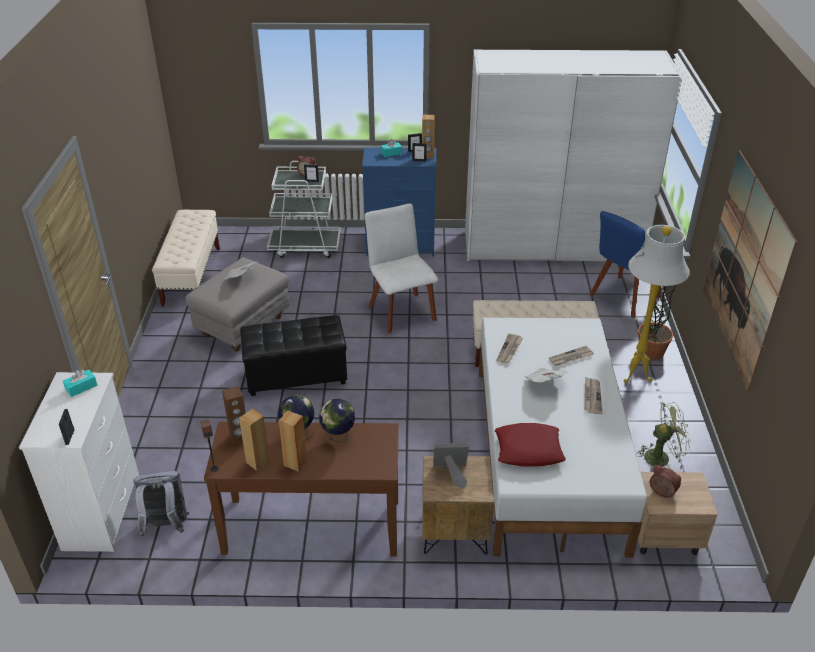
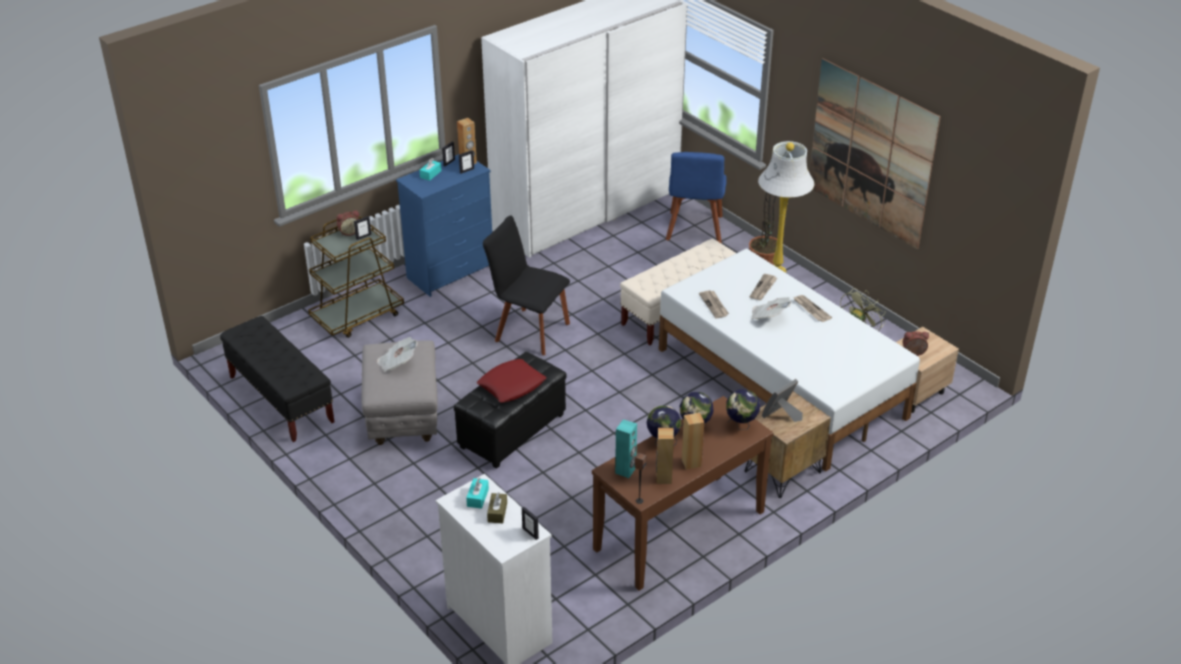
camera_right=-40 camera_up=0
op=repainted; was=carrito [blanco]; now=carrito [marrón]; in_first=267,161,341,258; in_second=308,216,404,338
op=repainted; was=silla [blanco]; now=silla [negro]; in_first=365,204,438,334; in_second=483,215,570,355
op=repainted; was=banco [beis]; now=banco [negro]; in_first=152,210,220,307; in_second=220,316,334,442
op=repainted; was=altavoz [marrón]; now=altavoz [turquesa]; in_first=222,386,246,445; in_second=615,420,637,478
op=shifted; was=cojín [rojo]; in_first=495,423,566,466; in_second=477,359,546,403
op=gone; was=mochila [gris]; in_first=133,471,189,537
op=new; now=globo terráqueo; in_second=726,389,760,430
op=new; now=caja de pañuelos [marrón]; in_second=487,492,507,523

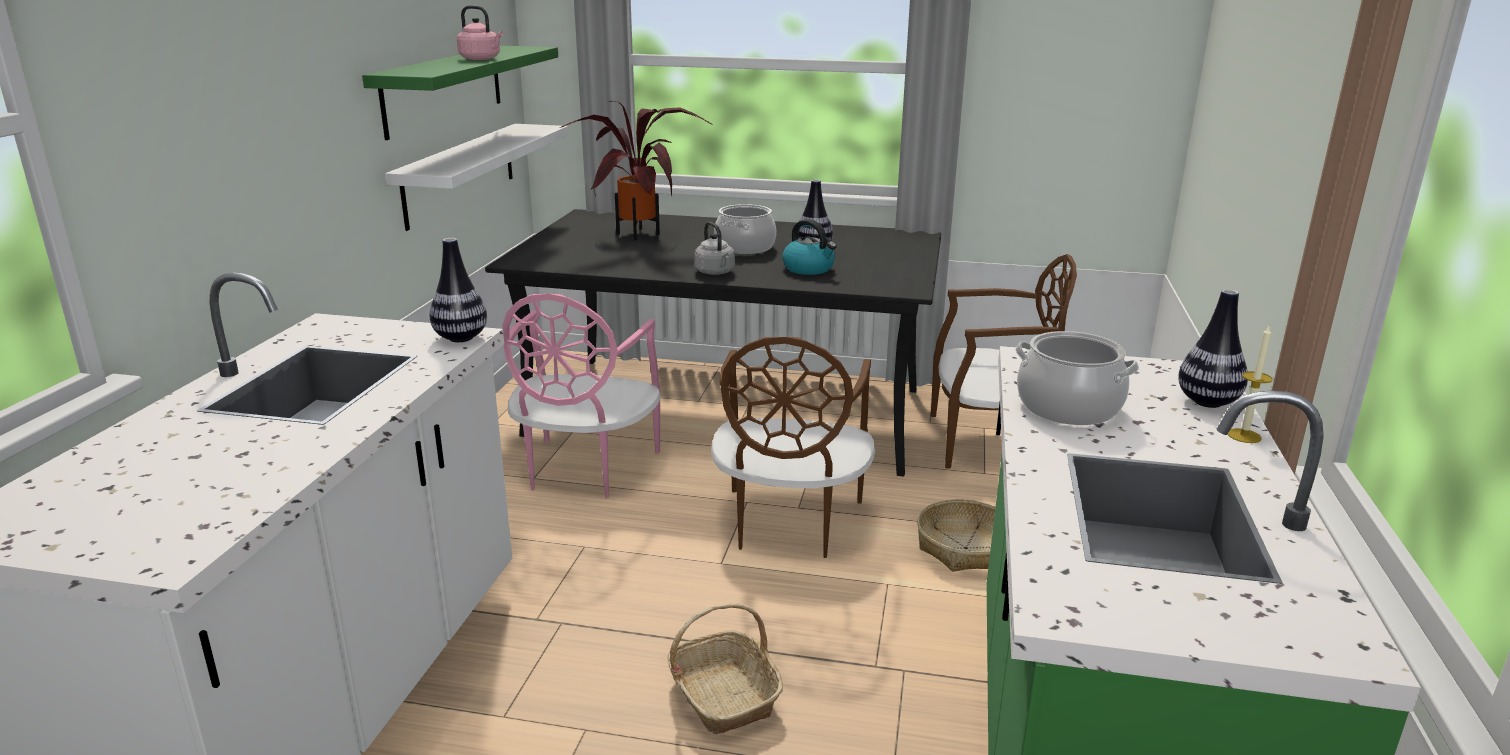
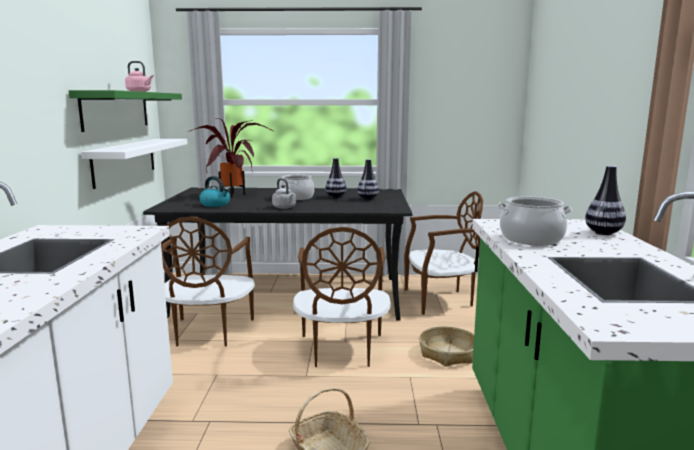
camera_right=-10 camera_up=-10
op=shifted; was=hervidor; in_first=782,219,837,275; in_second=199,176,230,207
op=shifted; was=florero; in_first=429,238,487,342; in_second=357,159,379,200
op=repainted; was=silla [rosa]; now=silla [marrón]; in_first=502,294,660,498; in_second=161,217,255,347
op=gone; was=vela; in_first=1228,326,1273,443

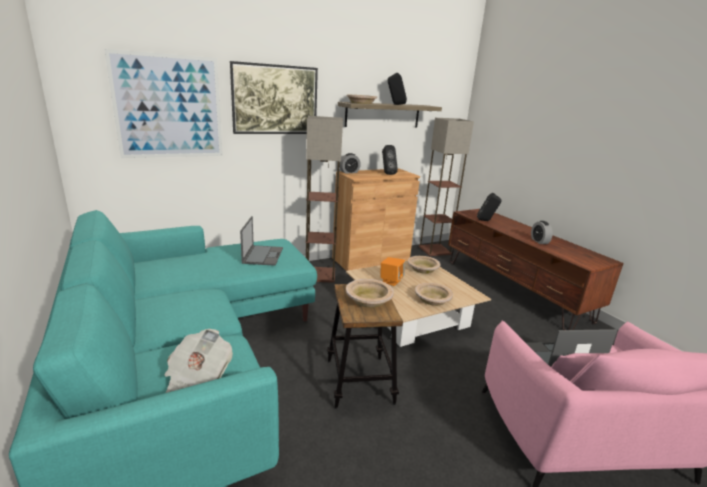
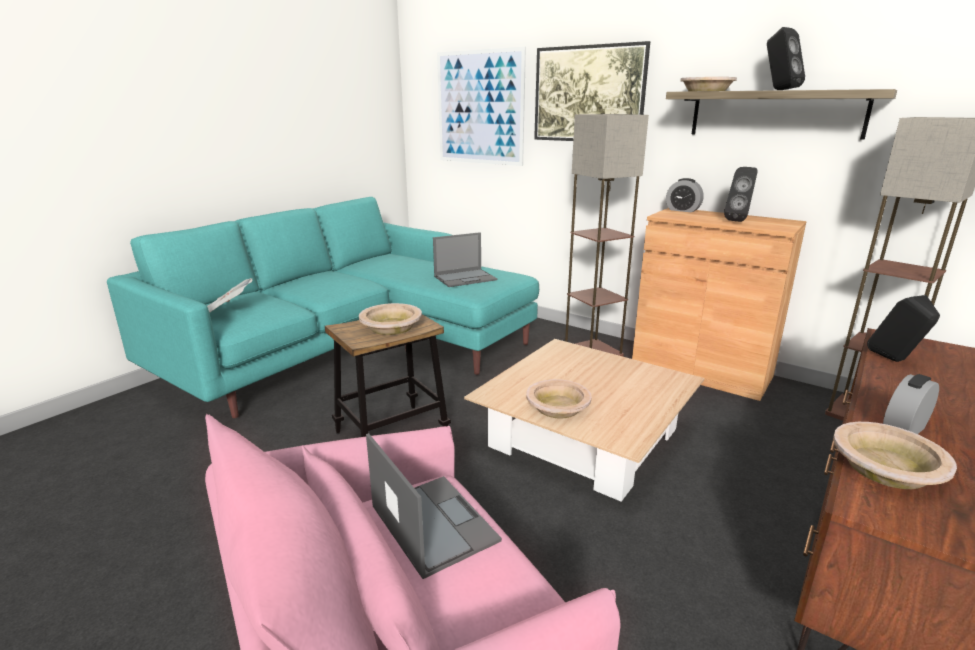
camera_right=65 camera_up=0
op=shifted; was=cuenco [beis]; in_first=408,256,441,274; in_second=833,422,957,489
op=gone; was=altavoz [naranja]; in_first=381,257,405,286

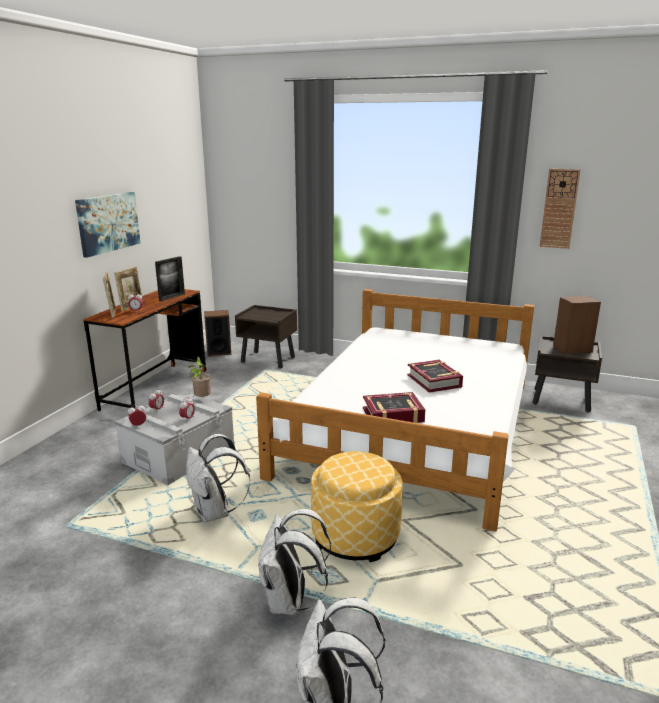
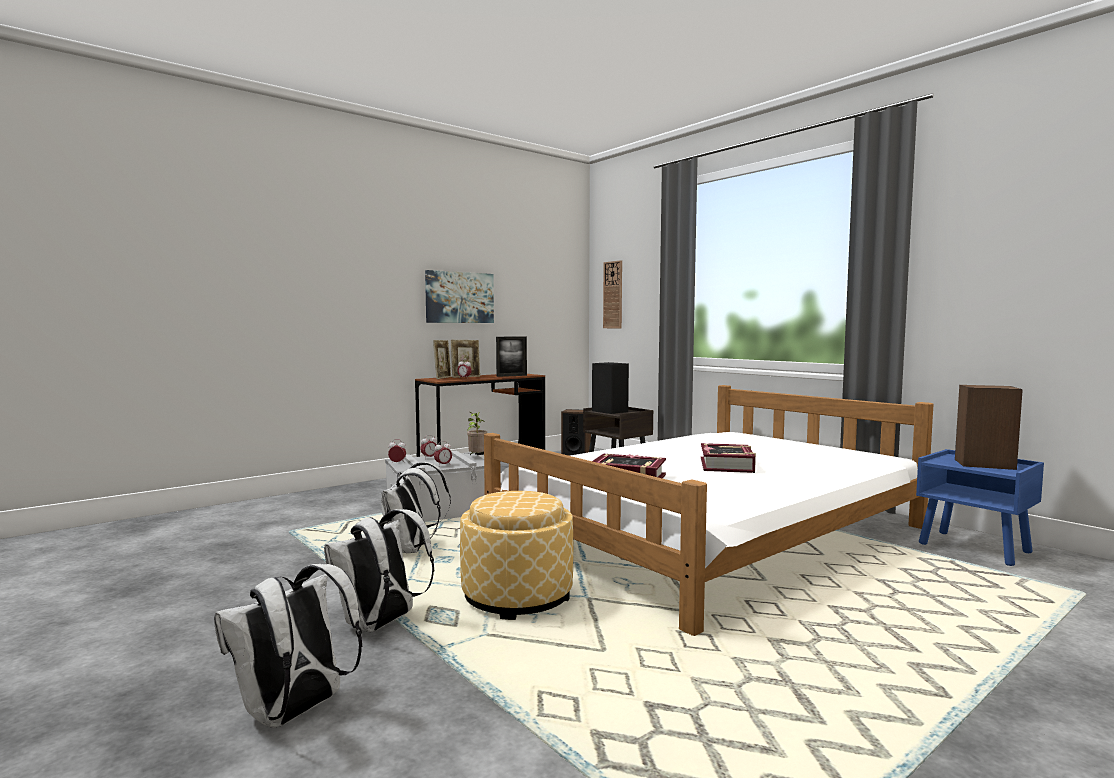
camera_right=30 camera_up=-15
op=shifted; was=reloj de pared; in_first=540,169,581,249; in_second=603,260,622,328
op=repainted; was=mesita de noche [marrón]; now=mesita de noche [azul]; in_first=532,336,602,412; in_second=916,449,1044,566
op=new; now=altavoz [negro]; in_second=592,362,629,414

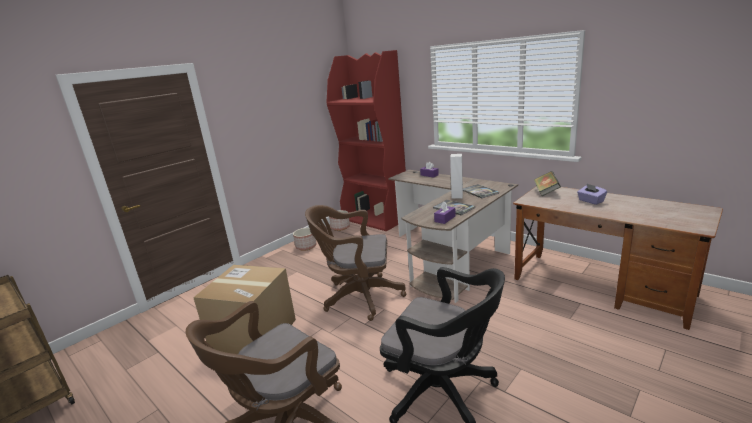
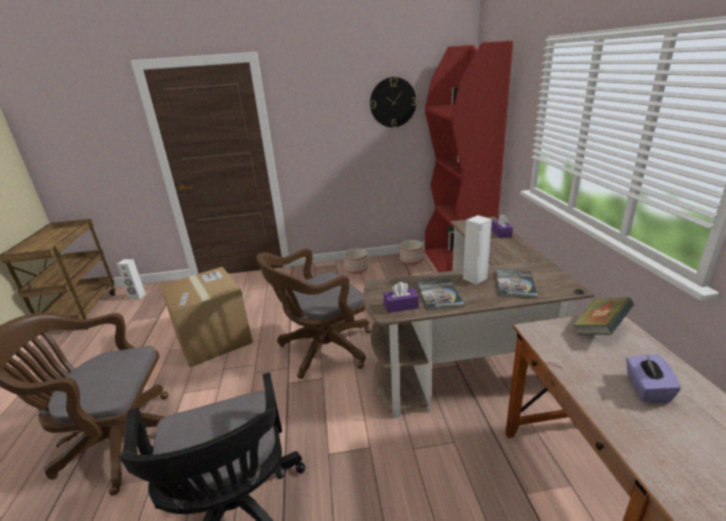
camera_right=40 camera_up=5
op=rotated; was=silla de oficina [marrón]; in_first=305,205,406,321; in_second=256,248,371,379; clockwise=-75
op=new; now=reloj de pared; in_second=370,77,417,127
op=new; now=altavoz [blanco]; in_second=117,259,146,300

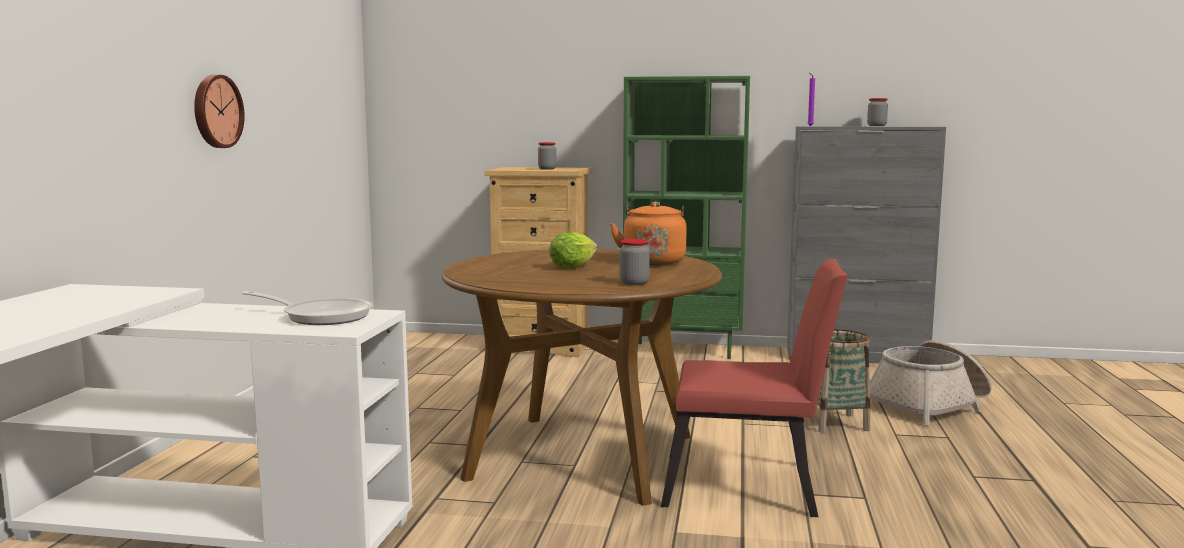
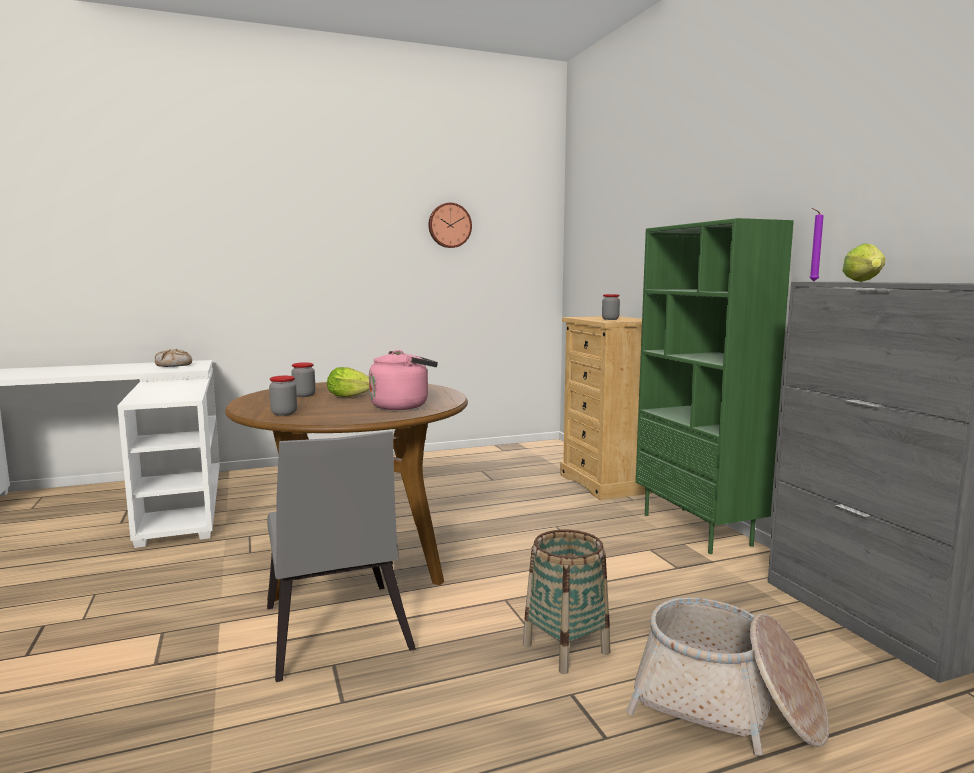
camera_right=60 camera_up=0
op=shifted; was=reloj de pared; in_first=194,75,245,148; in_second=428,203,472,248
op=shifted; was=tarro; in_first=867,98,888,126; in_second=291,362,316,397
op=repainted; was=hervidor [naranja]; now=hervidor [rosa]; in_first=610,201,687,265; in_second=369,350,438,410
op=repainted; was=silla [rojo]; now=silla [gris]; in_first=661,258,848,517; in_second=267,431,416,682
op=gone; was=sartén; in_first=243,291,373,325
op=new; now=lechuga; in_second=842,244,886,282
op=new; now=pan; in_second=155,349,192,367

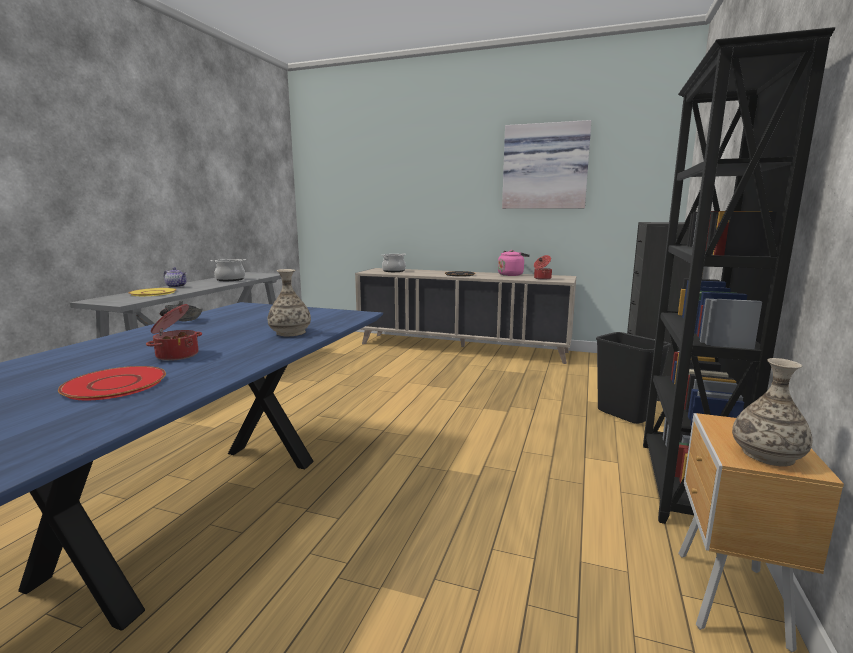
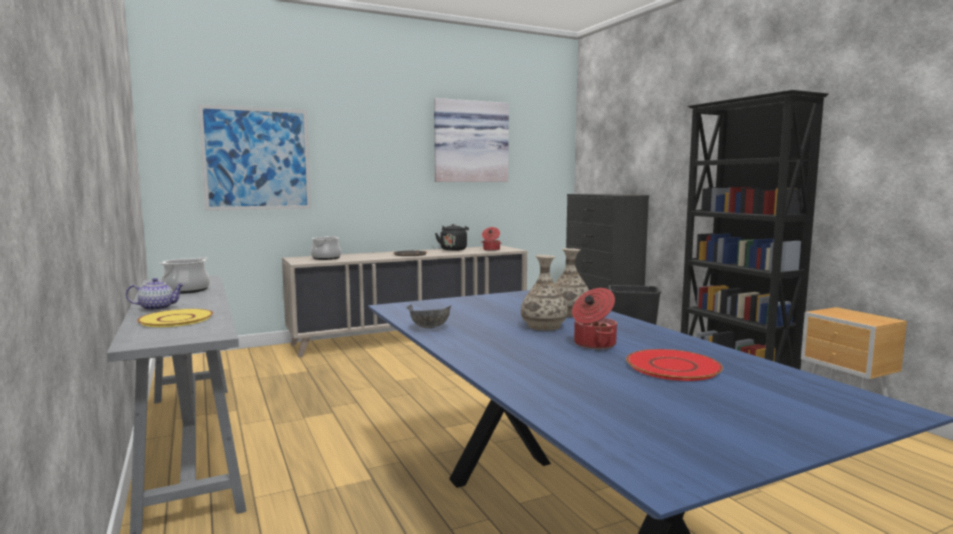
camera_right=-45 camera_up=-5
op=repainted; was=hervidor [rosa]; now=hervidor [negro]; in_first=498,250,530,276; in_second=435,224,469,251
op=shifted; was=florero; in_first=732,358,812,467; in_second=521,255,568,330
op=new; now=cuadro; in_second=198,104,311,211

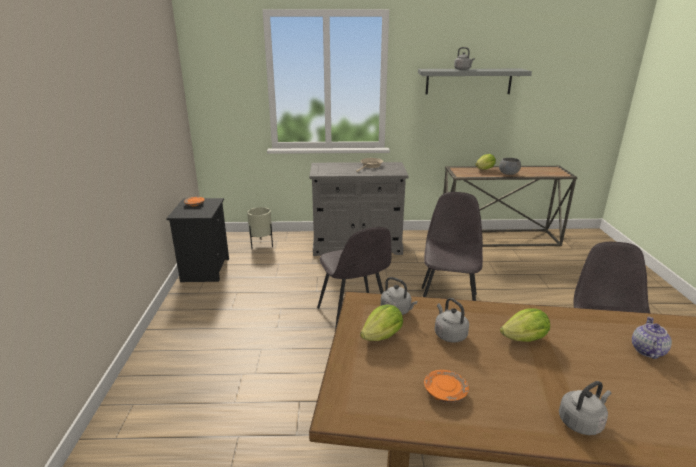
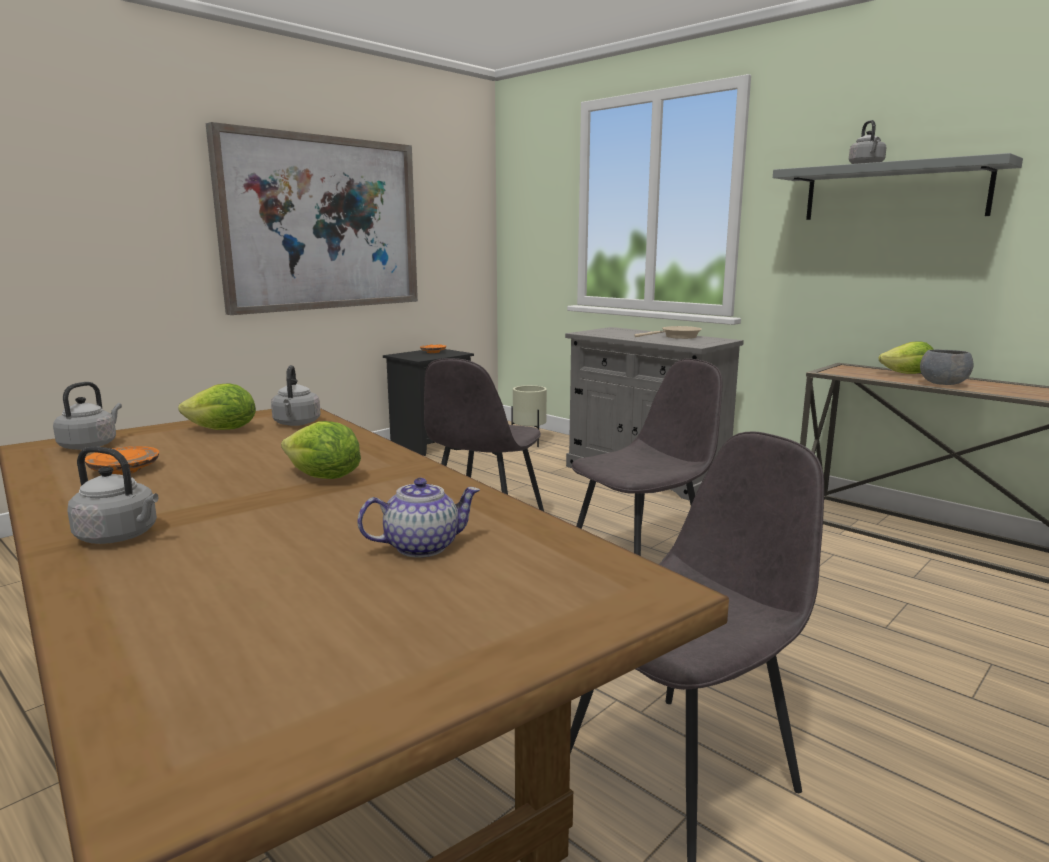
camera_right=45 camera_up=-10
op=shifted; was=hervidor [gris]; in_first=435,298,469,342; in_second=53,382,122,450
op=new; now=cuadro; in_second=206,122,418,315

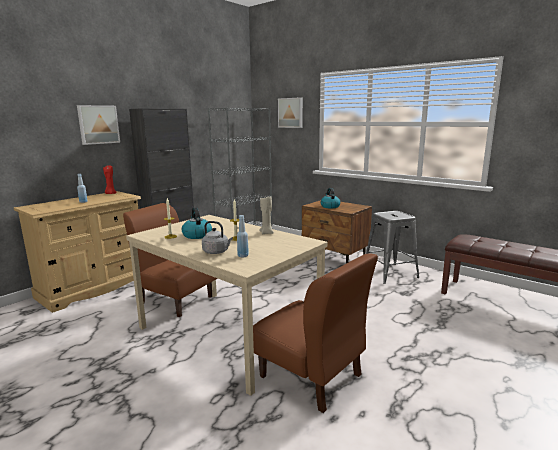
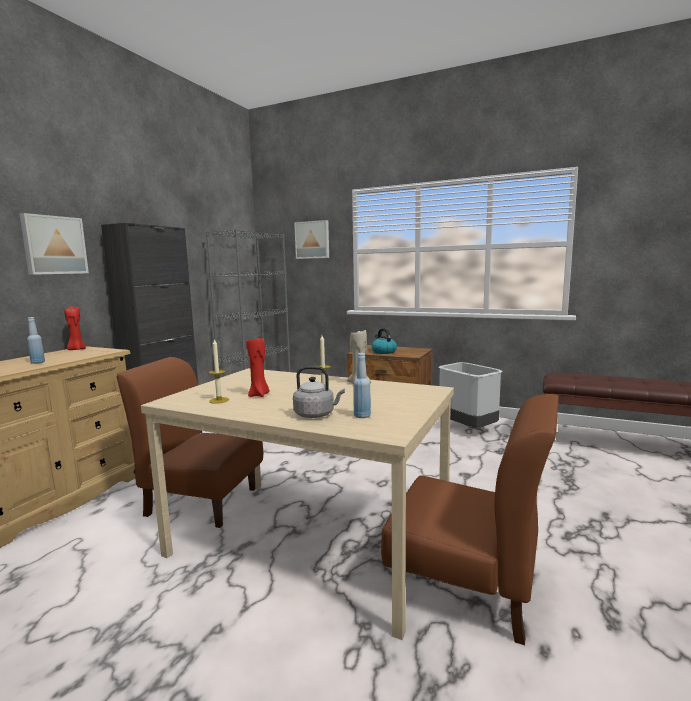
camera_right=-15 camera_up=-5
op=swapped; was=hervidor; now=vela [rojo]; in_first=182,208,212,239; in_second=246,338,270,397
op=swapped; was=taburete [gris]; now=papelera [gris]; in_first=366,211,419,284; in_second=439,362,502,428

